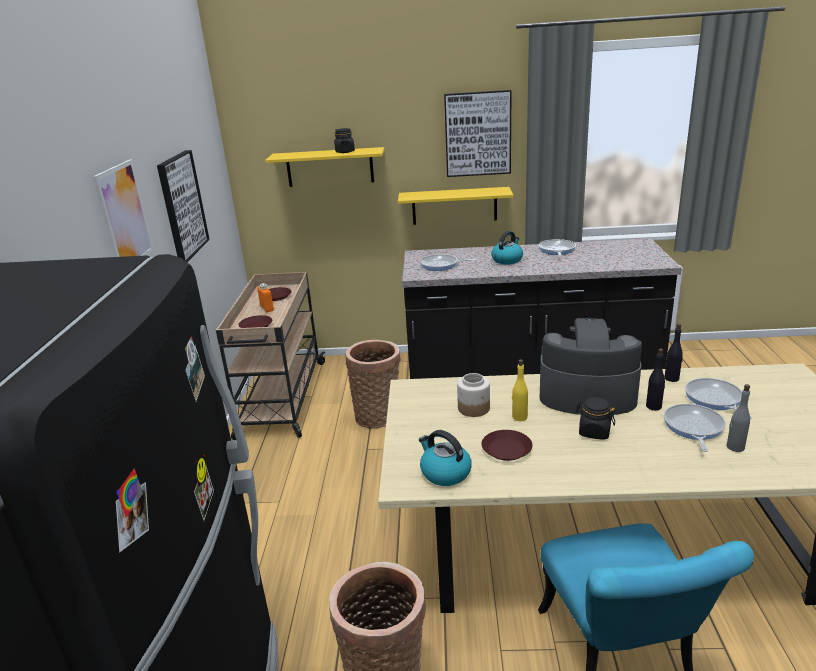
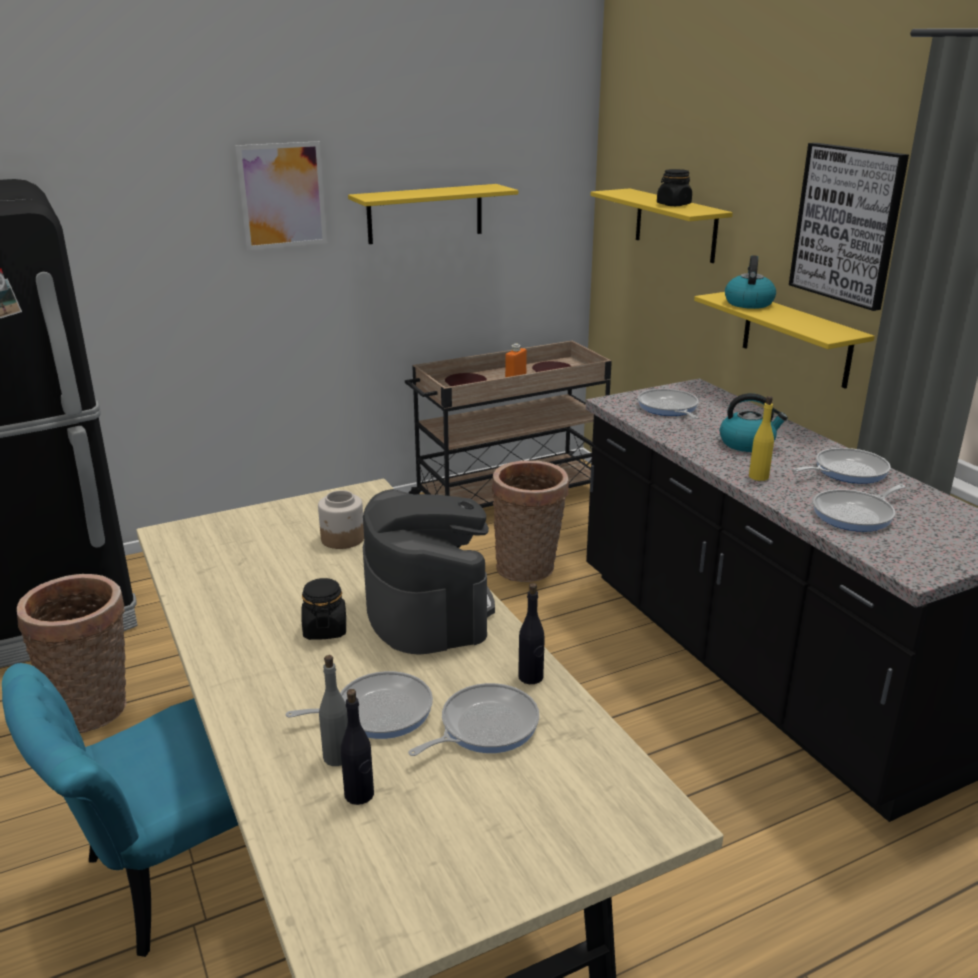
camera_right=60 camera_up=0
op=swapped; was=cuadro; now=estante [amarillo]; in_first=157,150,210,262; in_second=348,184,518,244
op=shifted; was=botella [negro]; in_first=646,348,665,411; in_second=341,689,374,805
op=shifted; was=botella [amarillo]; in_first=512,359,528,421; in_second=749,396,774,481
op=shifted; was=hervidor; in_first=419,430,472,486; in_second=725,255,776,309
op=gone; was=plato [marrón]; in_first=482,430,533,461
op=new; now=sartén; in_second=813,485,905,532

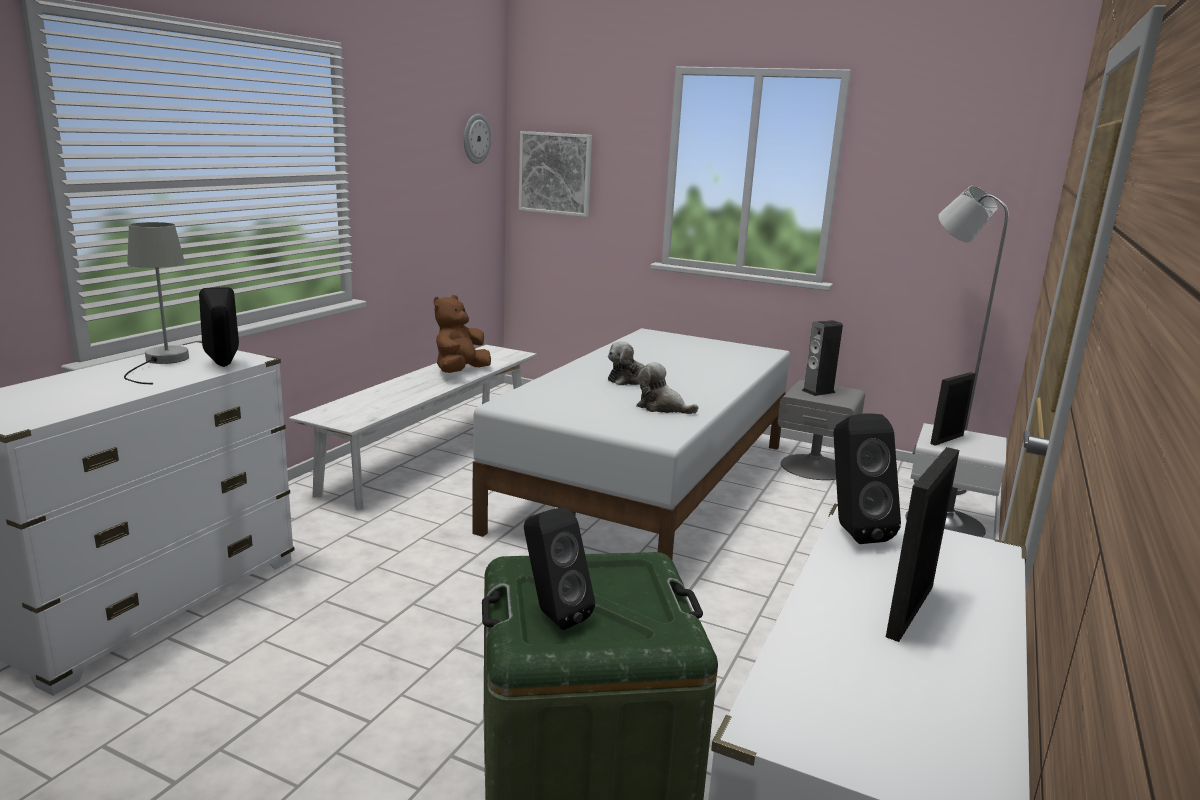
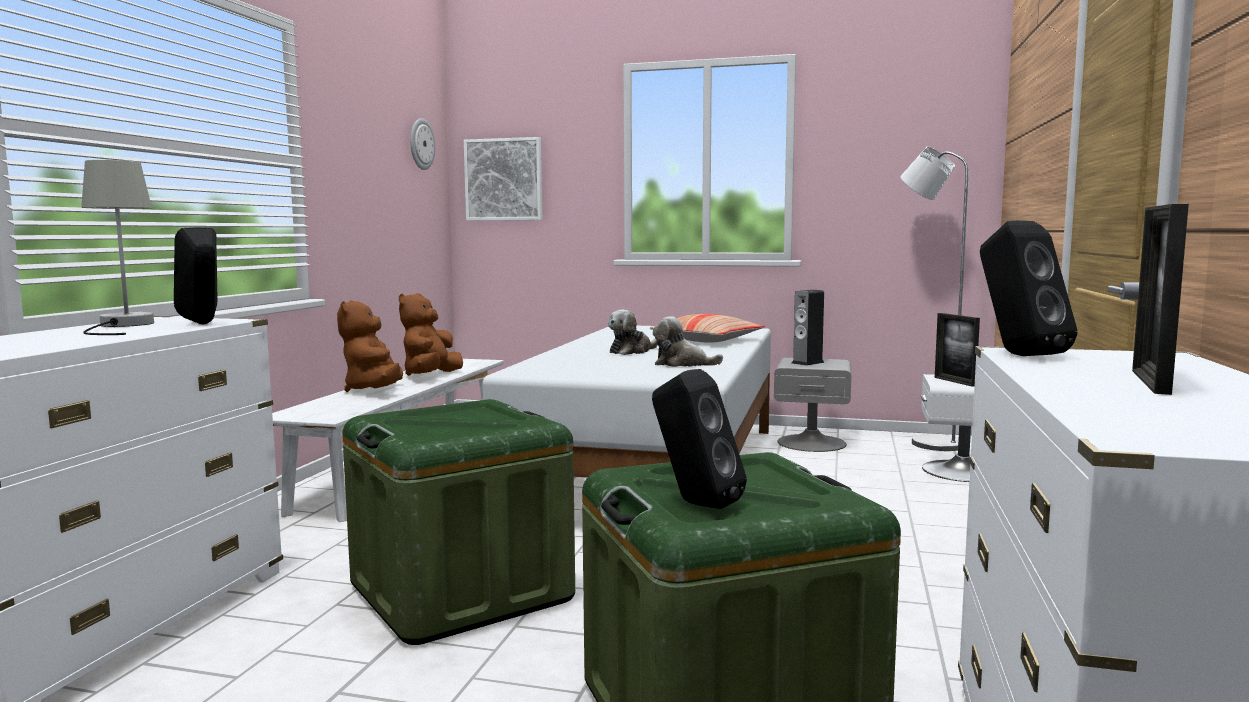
camera_right=-10 camera_up=-10
op=rotated; was=portarretratos; in_first=930,372,976,446; in_second=935,313,980,387; clockwise=-60
op=new; now=peluche [marrón]; in_second=337,300,403,392
op=new; now=cojín; in_second=650,314,765,343
op=new; now=caja de almacenaje [verde]; in_second=342,399,575,645

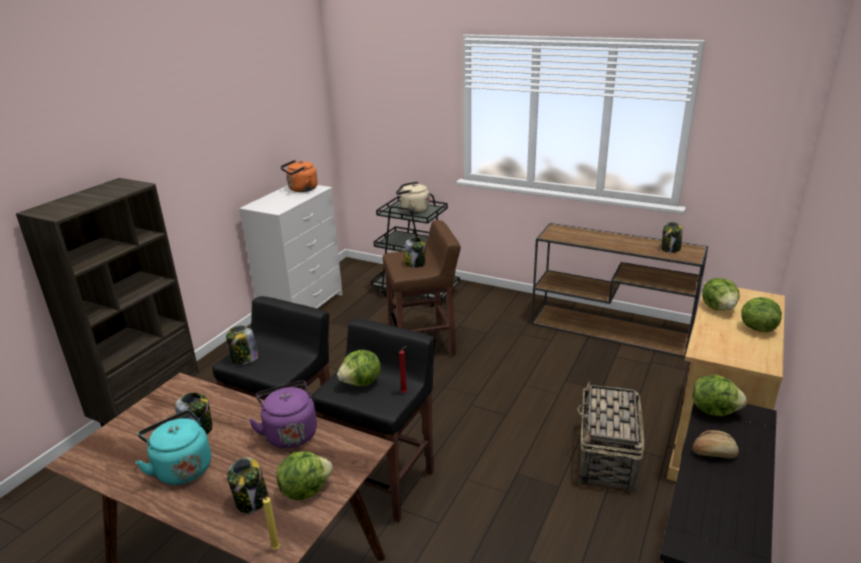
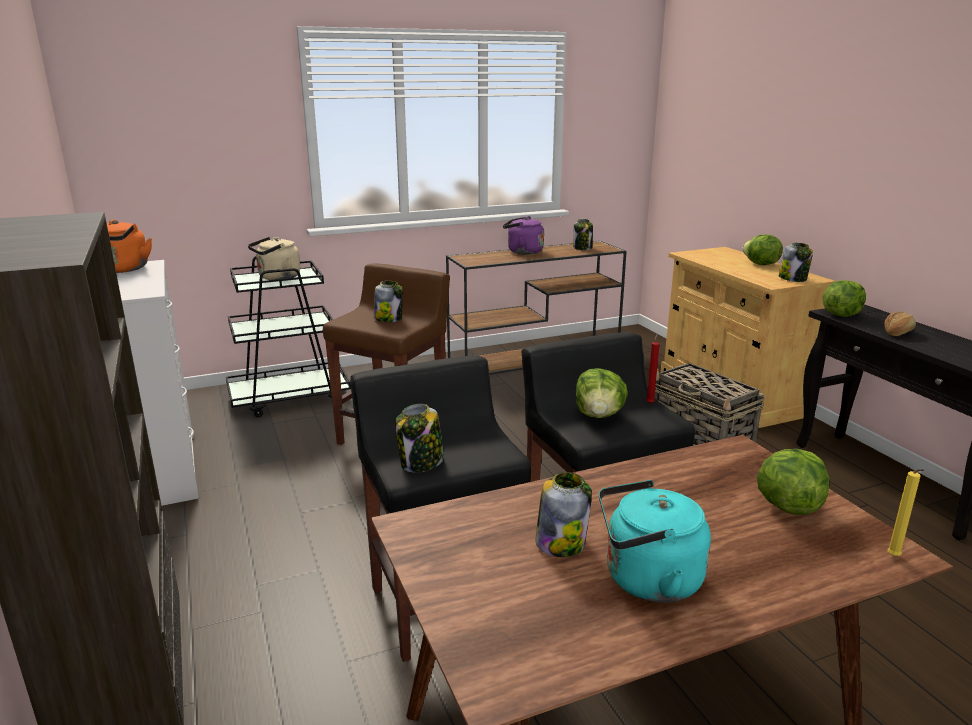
camera_right=-50 camera_up=-5
op=gone; was=lechuga; in_first=702,278,740,311
op=shifted; was=hervidor [morado]; in_first=249,381,317,448; in_second=503,216,544,254
op=shifted; was=tarro; in_first=227,457,268,513; in_second=779,243,813,282

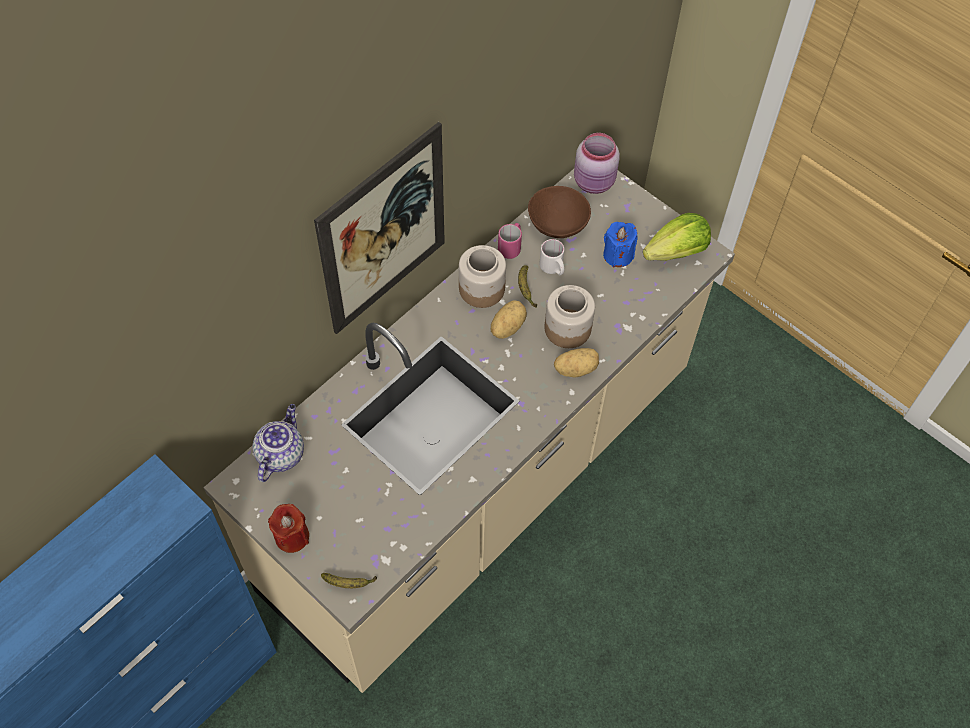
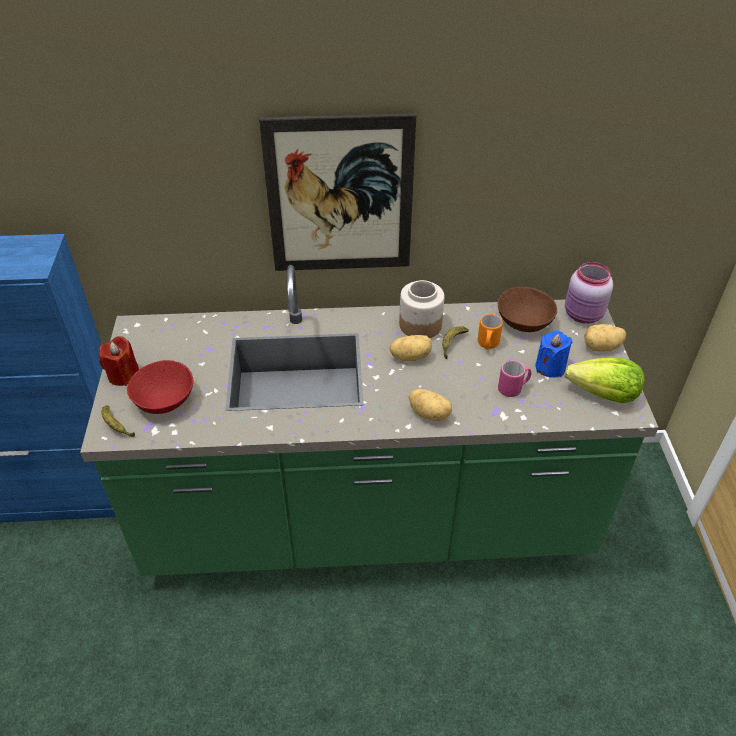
camera_right=45 camera_up=-15
op=repainted; was=mueble bajo de cocina [beis]; now=mueble bajo de cocina [verde]; in_first=203,169,735,693; in_second=80,265,659,576
op=shifted; was=taza grande [rosa]; in_first=498,223,522,259; in_second=498,360,531,397
op=repainted; was=taza grande [blanco]; now=taza grande [naranja]; in_first=540,239,564,275; in_second=478,314,503,349
op=gone; was=tarro; in_first=545,285,595,348
op=gone; was=tetera; in_first=253,404,304,482
op=new; now=patata; in_second=584,324,626,352
op=new; now=cuenco [rojo]; in_second=127,360,193,414

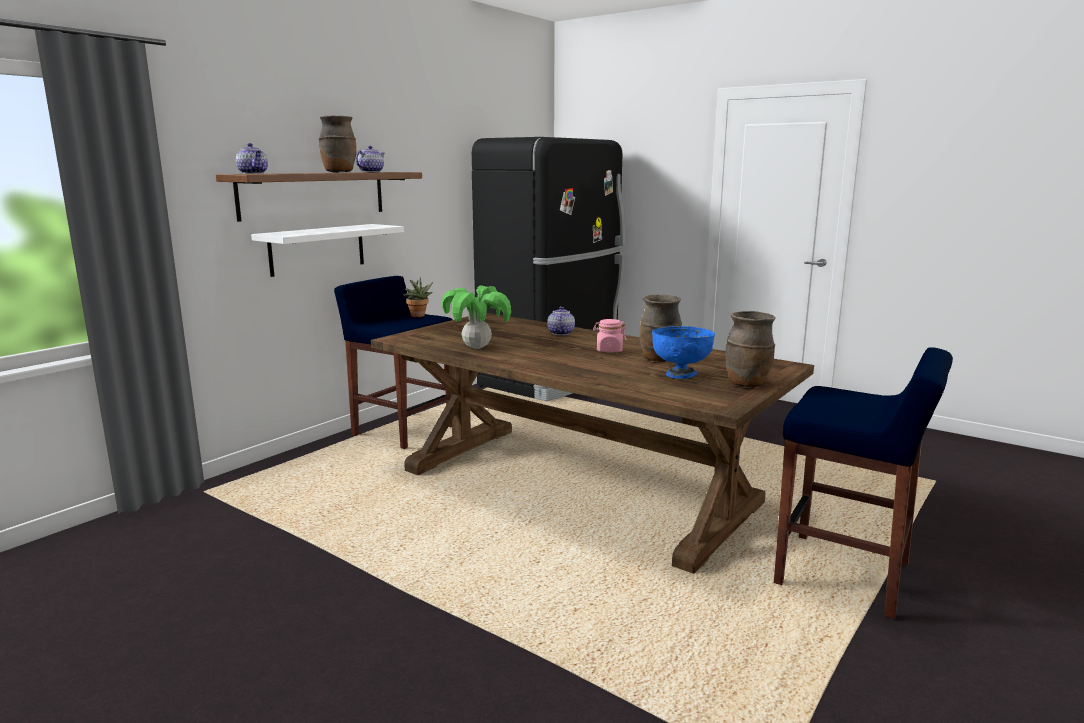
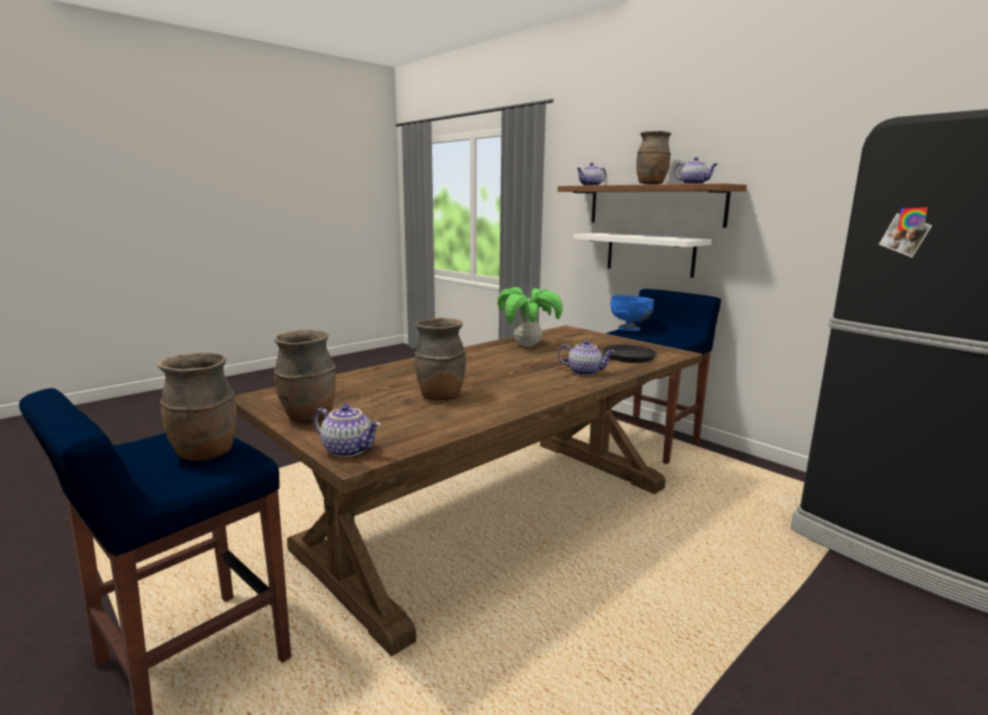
camera_right=100 camera_up=0
op=gone; was=planta en maceta; in_first=404,277,433,317
op=gone; was=tarro [rosa]; in_first=593,319,626,353
op=shifted; was=cuenco [azul]; in_first=652,326,715,379; in_second=610,295,654,331
op=new; now=sartén [negro]; in_second=563,344,656,363
op=new; now=florero [marrón]; in_second=157,353,237,461
op=new; now=tetera; in_second=313,404,381,457

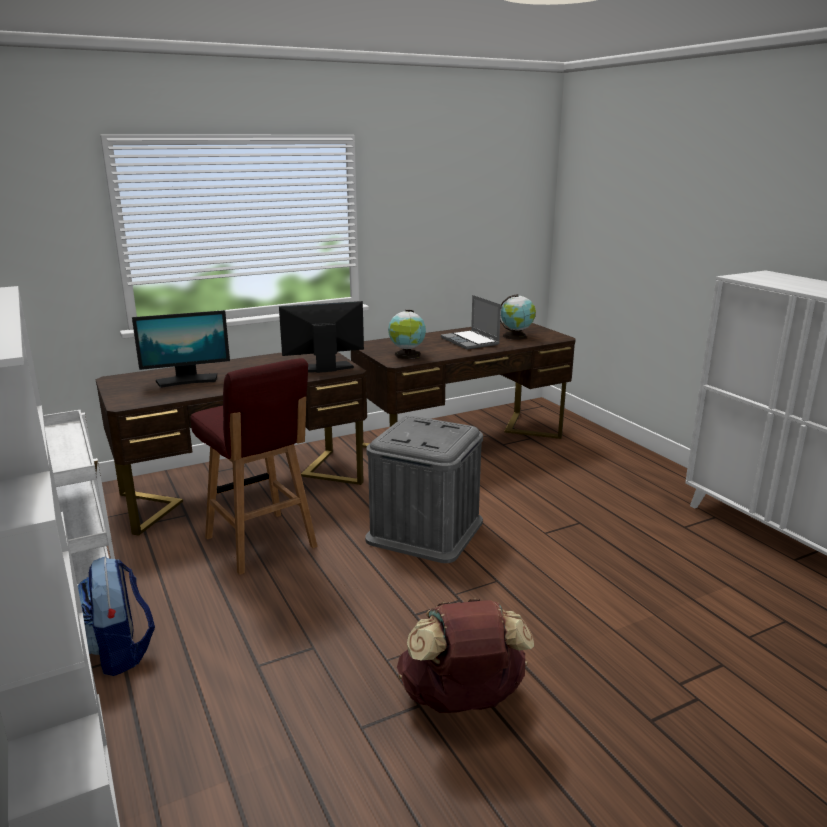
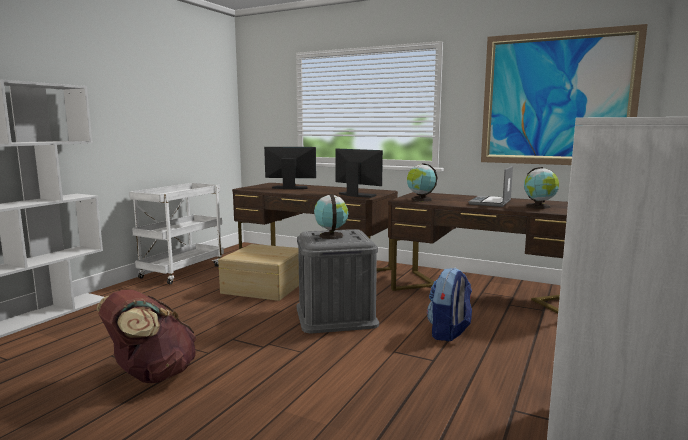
camera_right=55 camera_up=-10
op=rotated; was=monitor; in_first=132,310,230,388; in_second=264,147,316,189; clockwise=150
op=swapped; was=taburete [rojo]; now=caja de almacenaje [beis]; in_first=190,358,317,575; in_second=218,244,299,301
op=shifted; was=mochila; in_first=78,556,155,676; in_second=427,268,472,341
op=new; now=cuadro; in_second=481,24,648,165
op=new; now=globo terráqueo; in_second=314,194,348,239

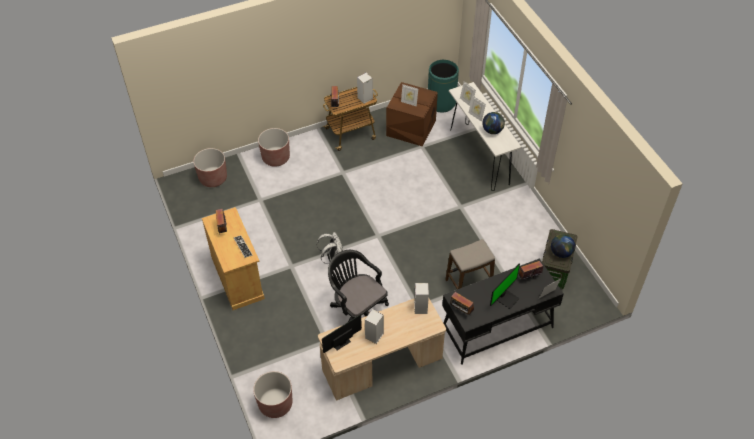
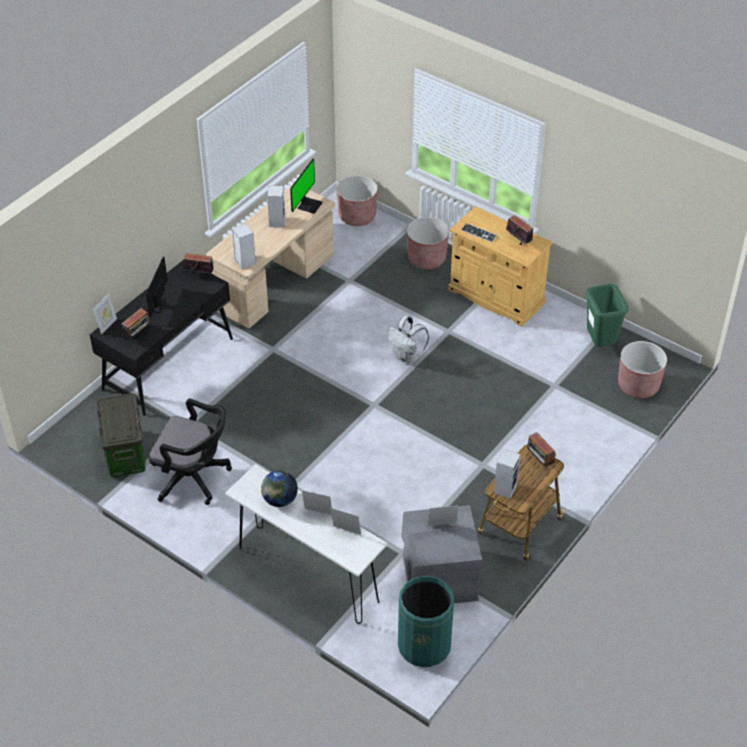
camera_right=150 camera_up=-5
op=repainted; was=caja de almacenaje [marrón]; now=caja de almacenaje [gris]; in_first=386,82,438,147; in_second=401,505,482,603
op=shifted; was=maceta [marrón]; in_first=258,128,290,167; in_second=407,217,449,269
op=gone; was=globo terráqueo; in_first=551,234,575,258
op=gone; was=taburete; in_first=445,239,495,289
op=shifted; was=silla de oficina [negro]; in_first=328,250,389,322; in_second=149,399,232,505
op=new; now=papelera [verde]; in_second=585,284,629,347

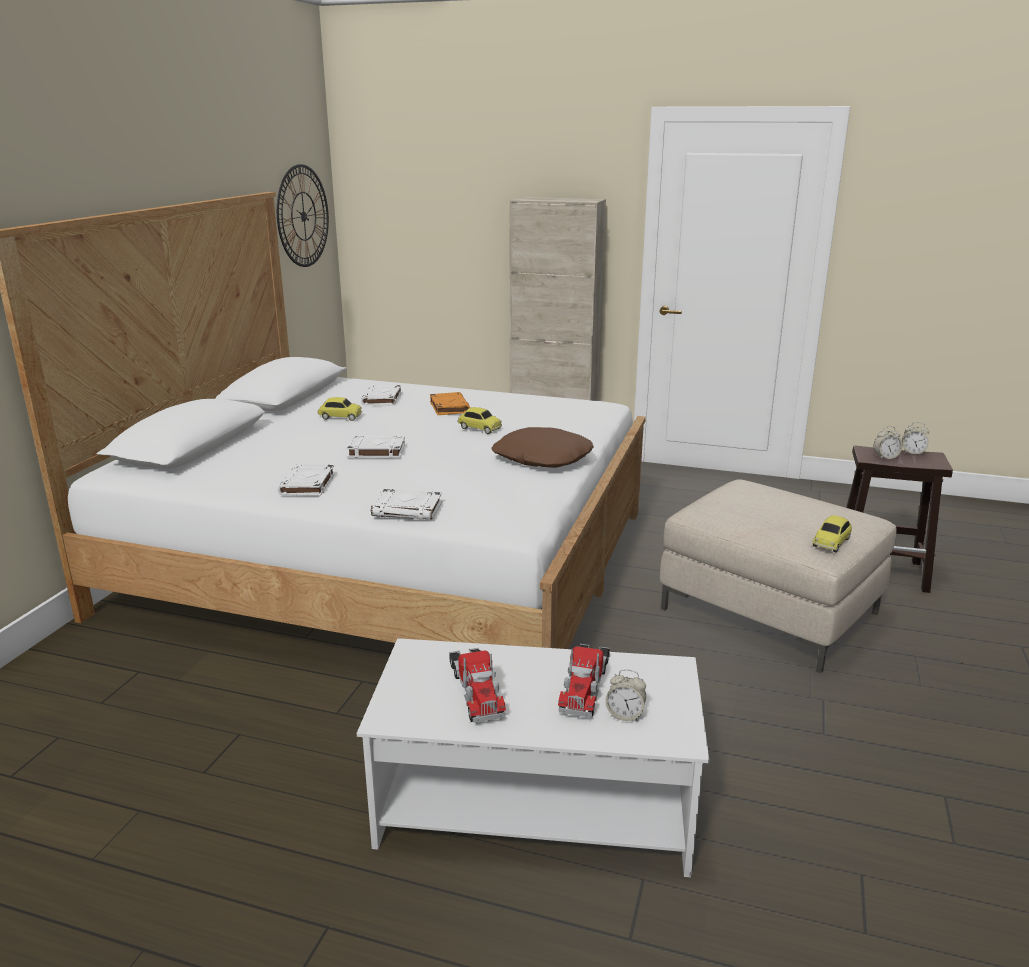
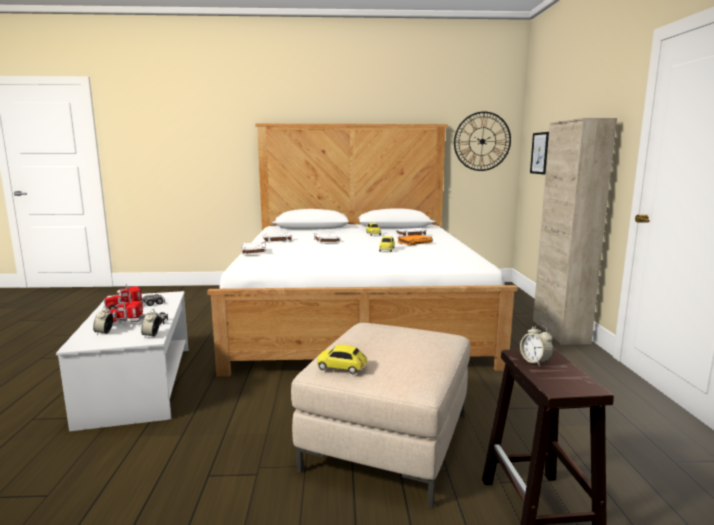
camera_right=70 camera_up=-10
op=shifted; was=despertador; in_first=902,422,929,455; in_second=141,309,160,337
op=gone; was=cojín [marrón]; in_first=492,427,594,468
op=new; now=cuadro; in_second=530,132,549,175

